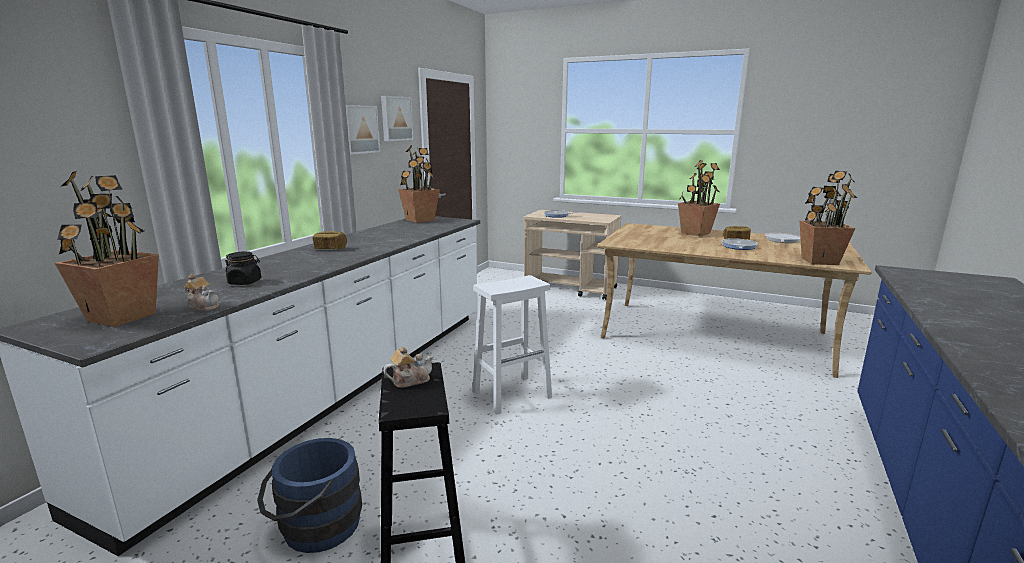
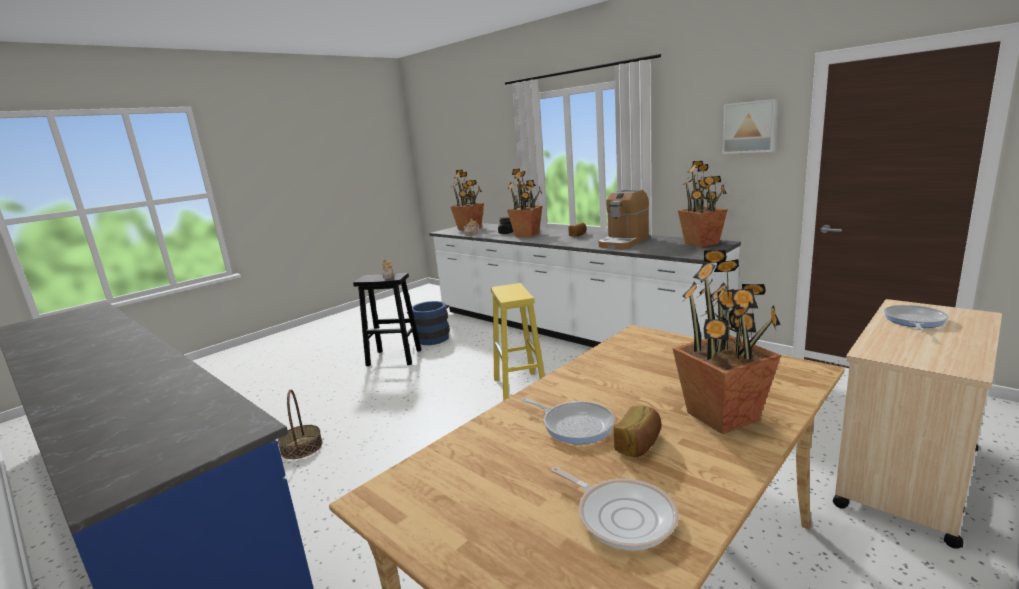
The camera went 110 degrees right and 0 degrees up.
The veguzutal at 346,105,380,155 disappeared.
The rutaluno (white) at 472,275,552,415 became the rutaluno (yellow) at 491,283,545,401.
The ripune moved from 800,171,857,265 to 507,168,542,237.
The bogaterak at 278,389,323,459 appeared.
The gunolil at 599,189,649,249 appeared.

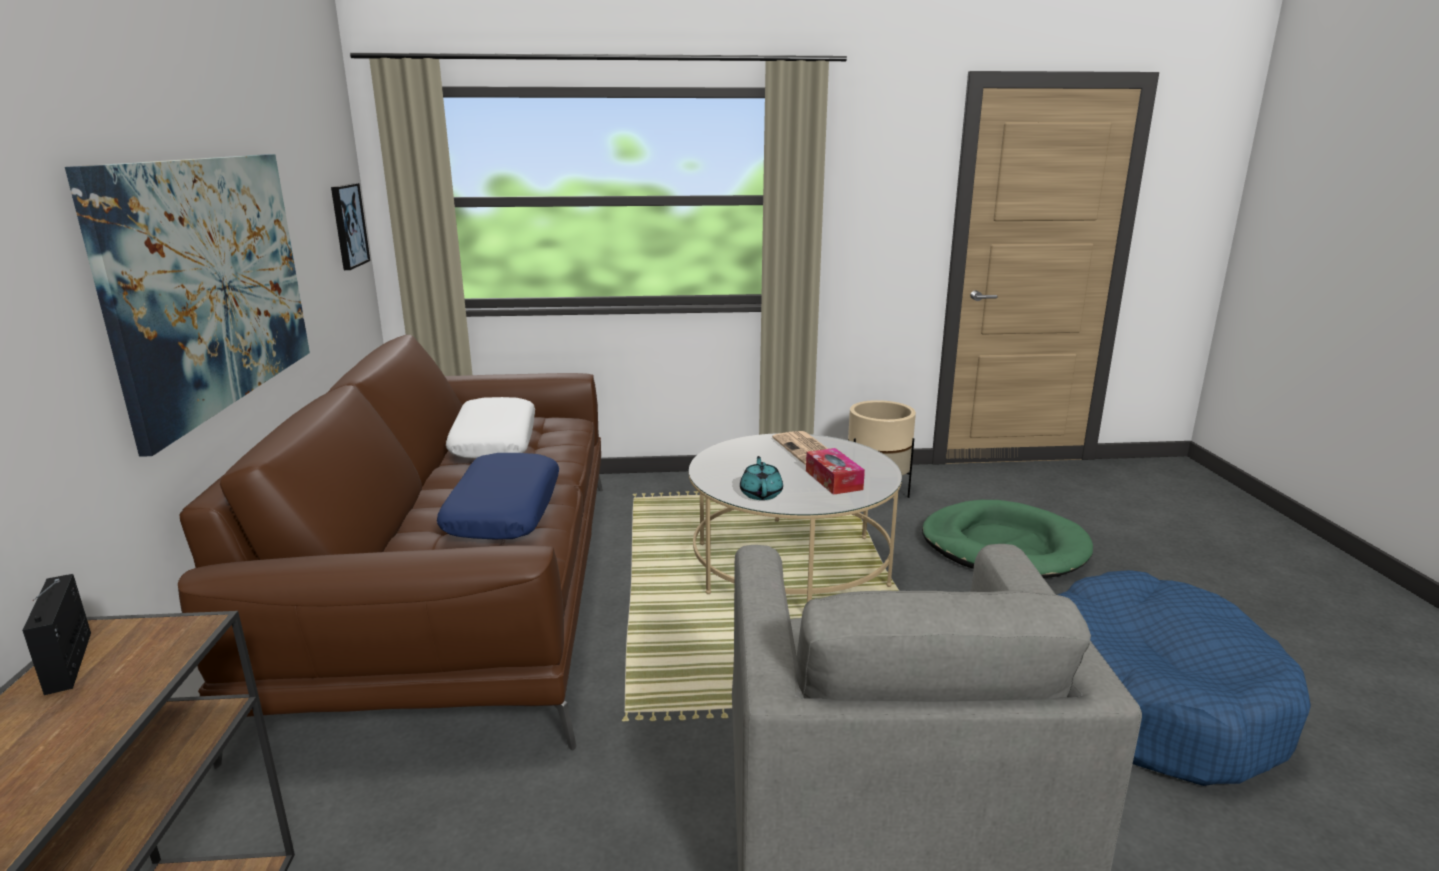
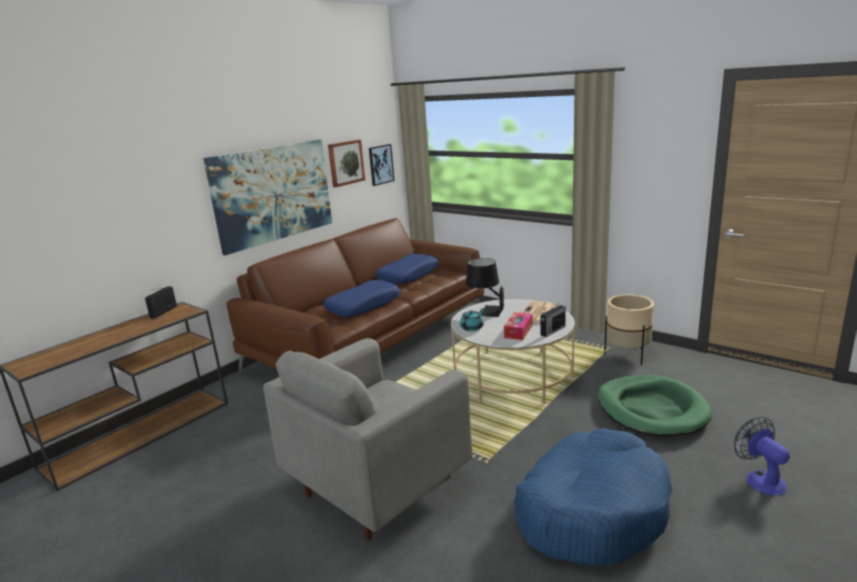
The camera went 45 degrees right and 0 degrees up.
The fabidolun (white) at 446,397,535,458 became the fabidolun (blue) at 376,254,439,284.
The veguzutal at 328,139,365,187 appeared.
The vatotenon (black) at 466,258,504,317 appeared.
The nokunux at 541,301,566,337 appeared.
The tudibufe at 734,417,790,496 appeared.

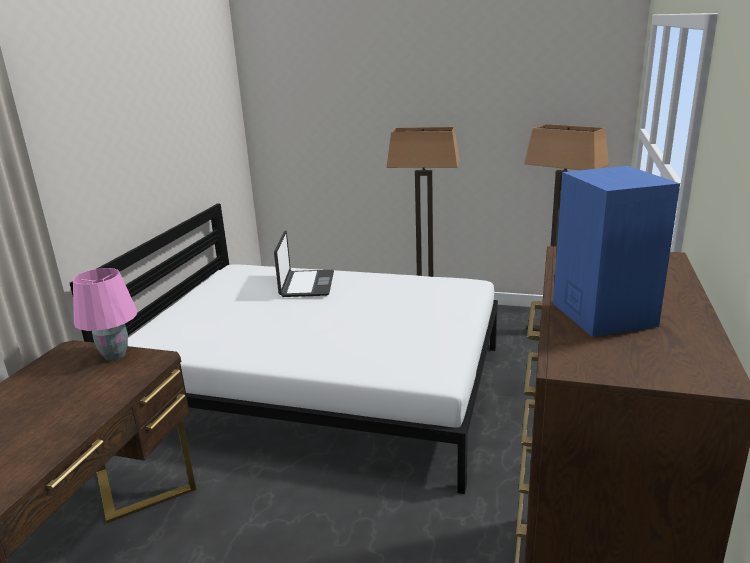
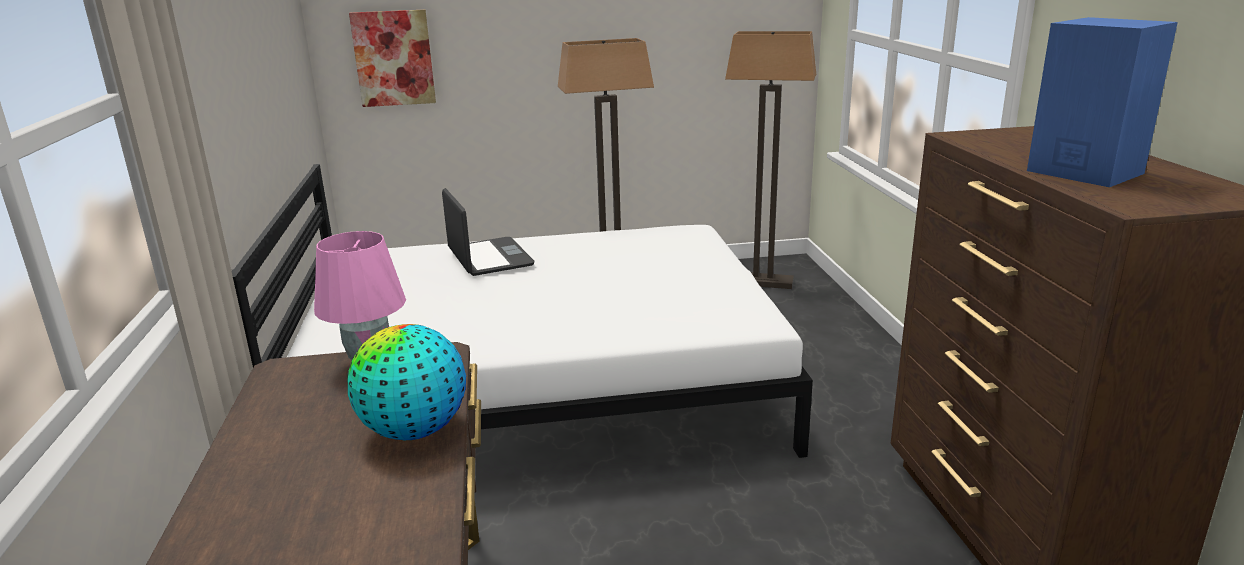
The camera went 25 degrees left and 0 degrees up.
The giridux at 348,324,466,440 appeared.
The veguzutal at 349,10,436,107 appeared.

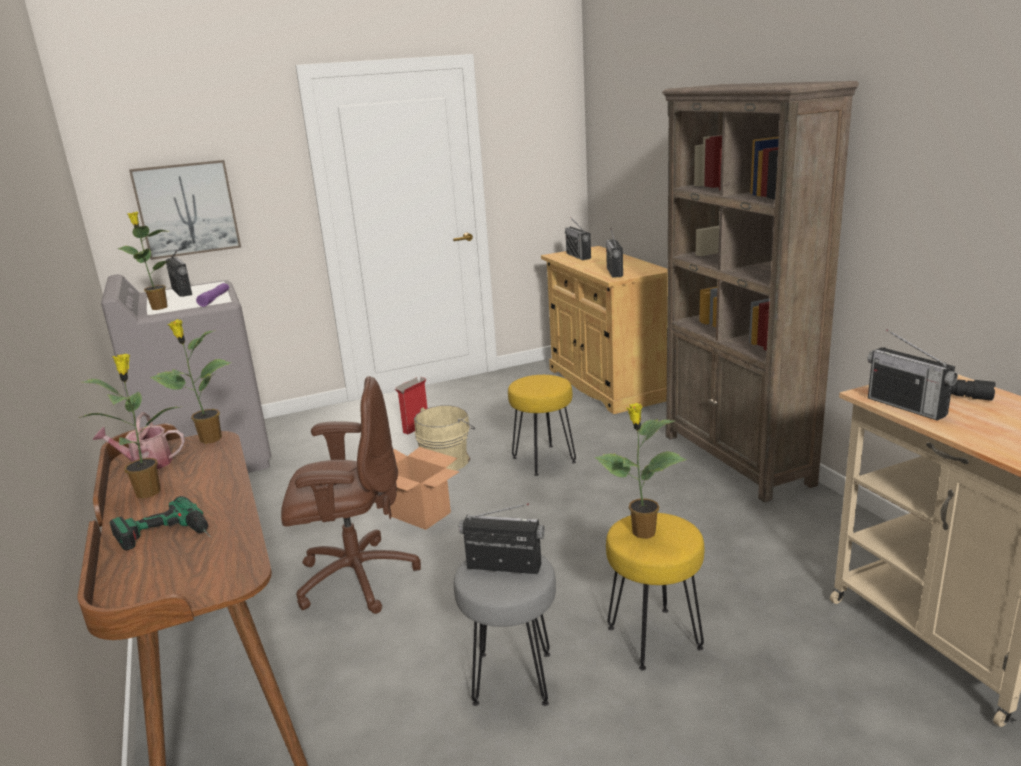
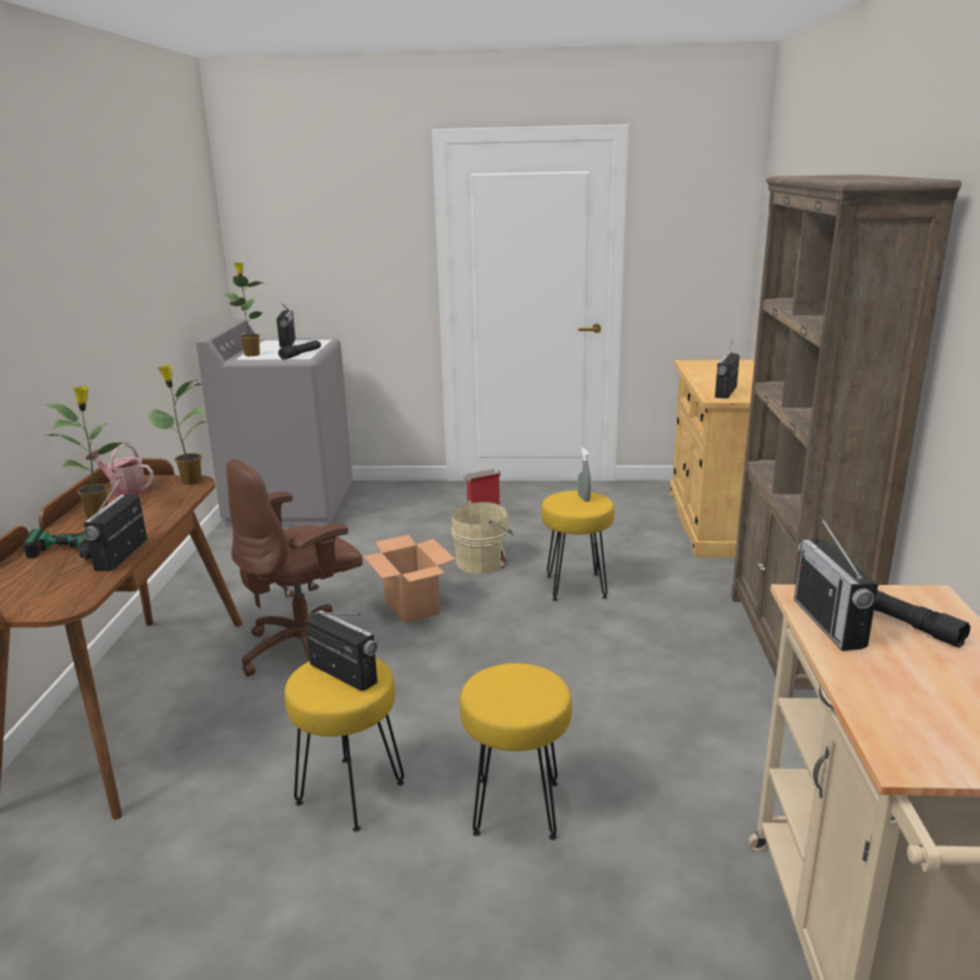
The camera went 25 degrees right and 0 degrees up.
The veguzutal at 129,160,241,260 disappeared.
The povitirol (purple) at 196,283,229,307 became the povitirol (black) at 278,340,321,360.
The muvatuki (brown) at 281,376,421,614 turned 120 degrees clockwise.
The rutaluno (grey) at 454,555,556,706 became the rutaluno (yellow) at 284,657,404,832.
The nokunux moved from 565,217,591,260 to 83,477,147,571.
The ripune at 595,403,686,539 disappeared.
The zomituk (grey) at 578,448,591,502 appeared.

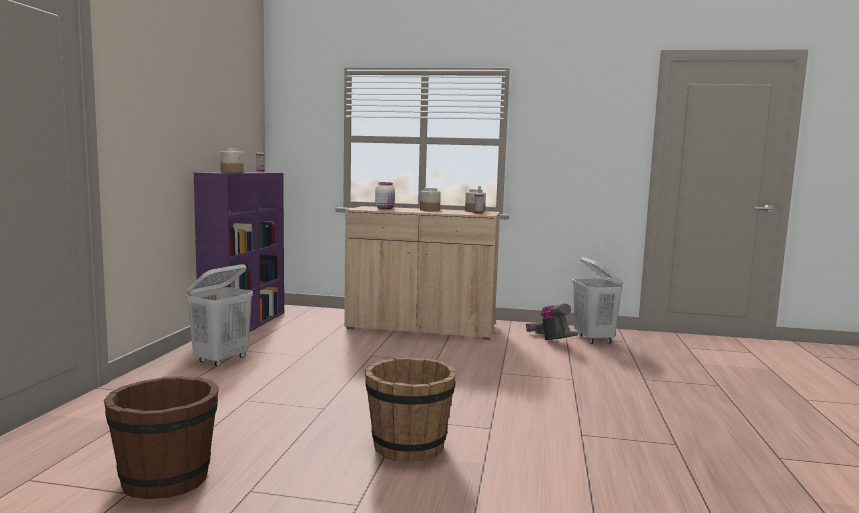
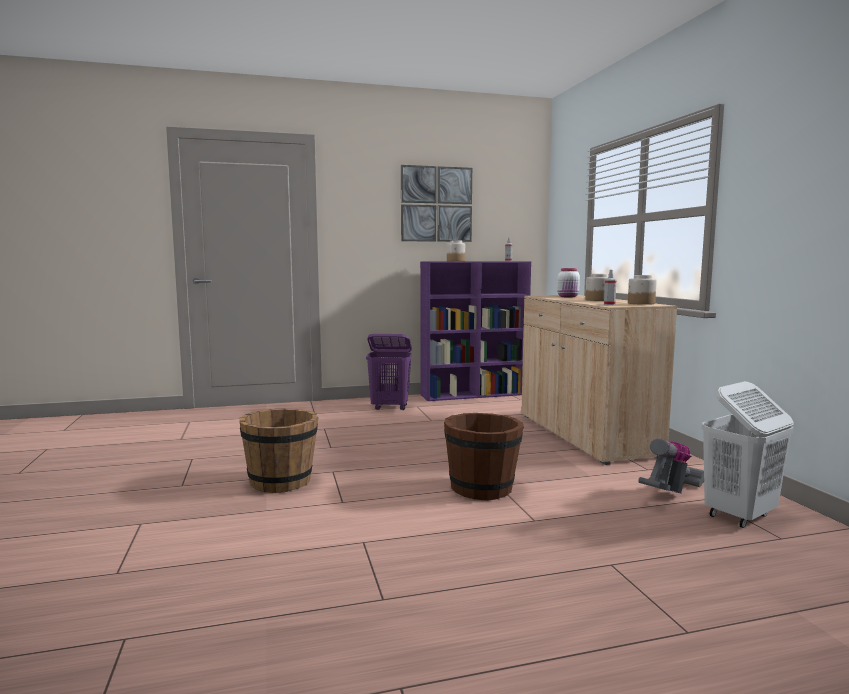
The camera went 65 degrees right and 0 degrees up.
The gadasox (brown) moved from 104,376,219,499 to 444,413,524,501.
The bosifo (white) at 186,264,253,367 became the bosifo (purple) at 366,334,412,410.
The veguzutal at 401,165,472,242 appeared.

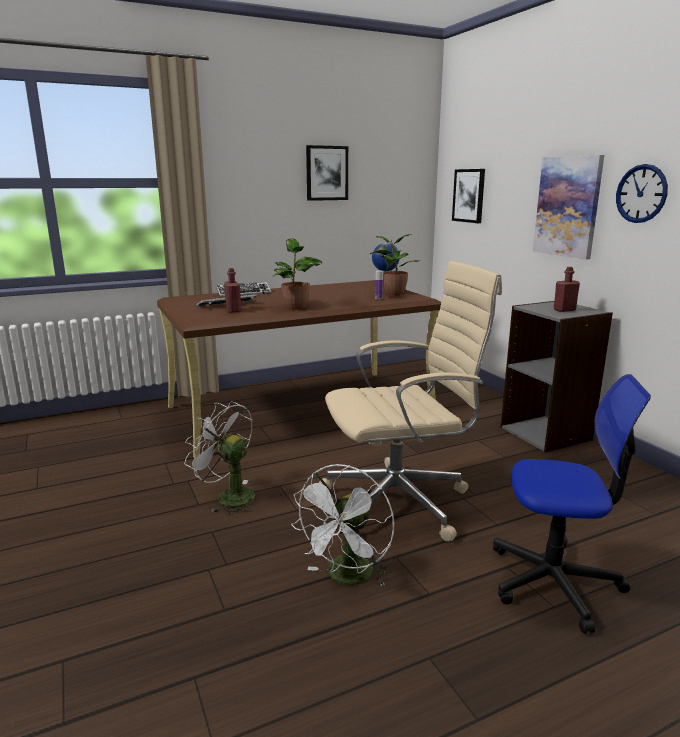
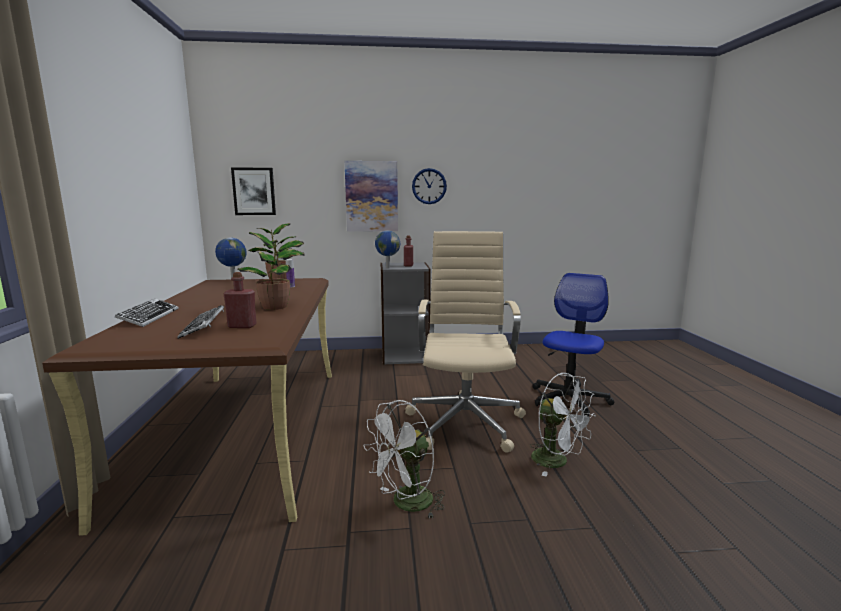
The camera went 70 degrees left and 5 degrees down.
The veguzutal at 306,145,348,201 disappeared.
The giridux at 375,230,400,268 appeared.

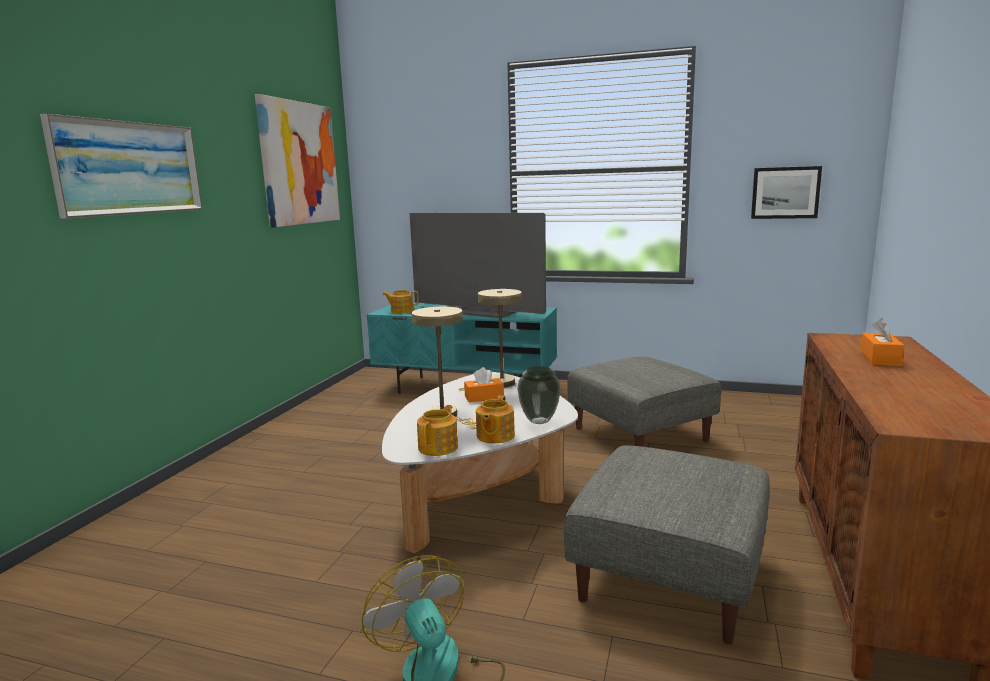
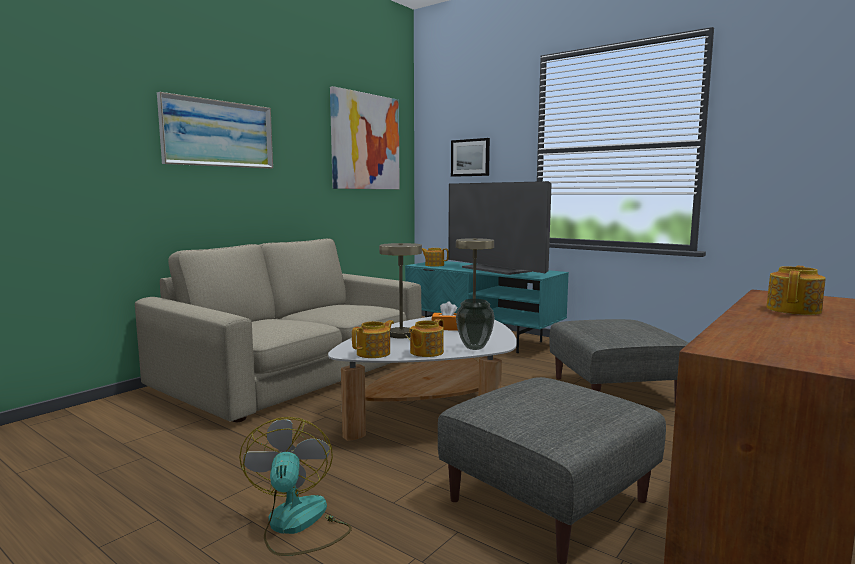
The camera went 20 degrees right and 5 degrees down.
The veguzutal moved from 751,166,822,219 to 451,138,490,177.
The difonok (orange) at 860,318,905,366 was replaced by the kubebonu at 766,266,826,315.
The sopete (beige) at 135,238,421,422 appeared.

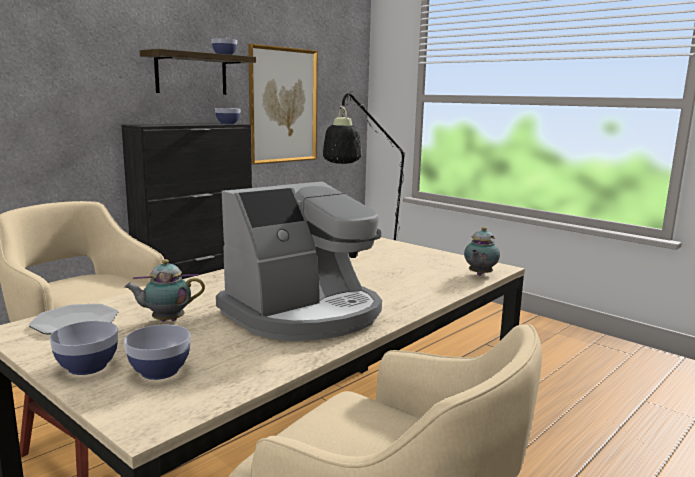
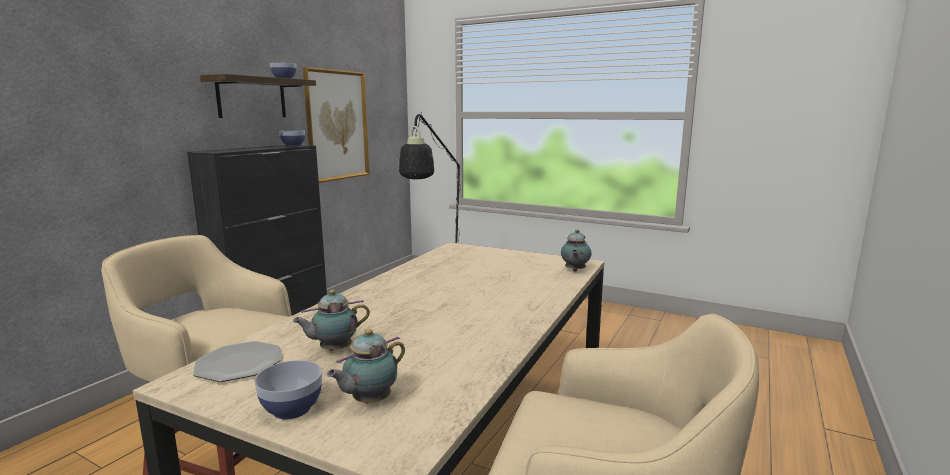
The camera went 15 degrees left and 0 degrees up.
The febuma at 124,325,191,380 was replaced by the kubebonu at 327,329,405,403.
The gunolil at 216,181,382,341 disappeared.

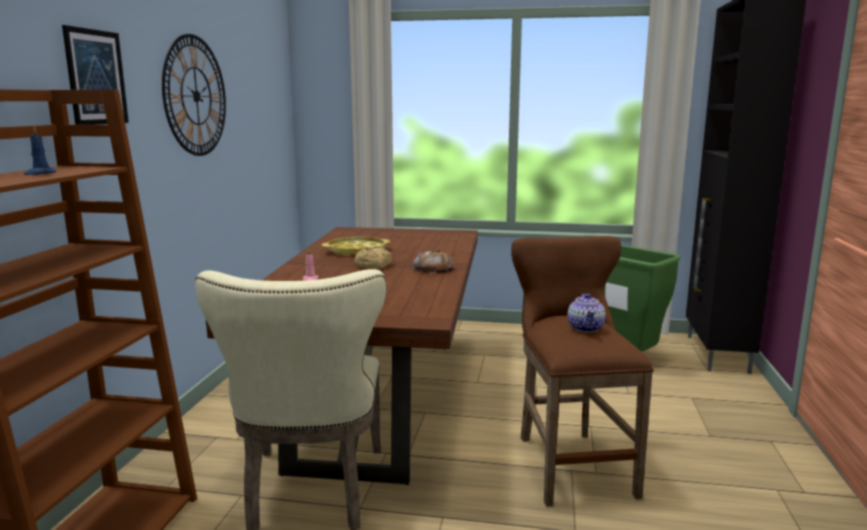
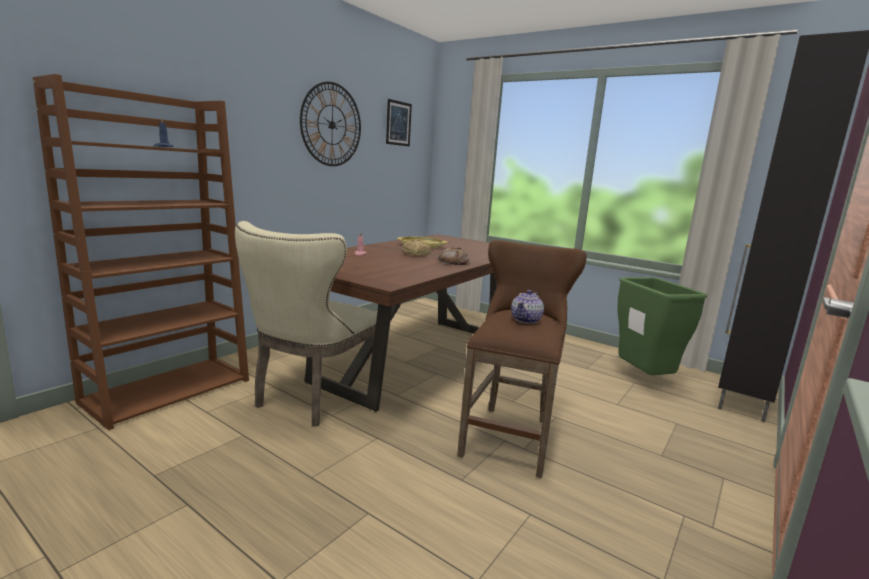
The camera went 25 degrees right and 0 degrees up.
The veguzutal moved from 62,25,129,125 to 386,99,412,146.

